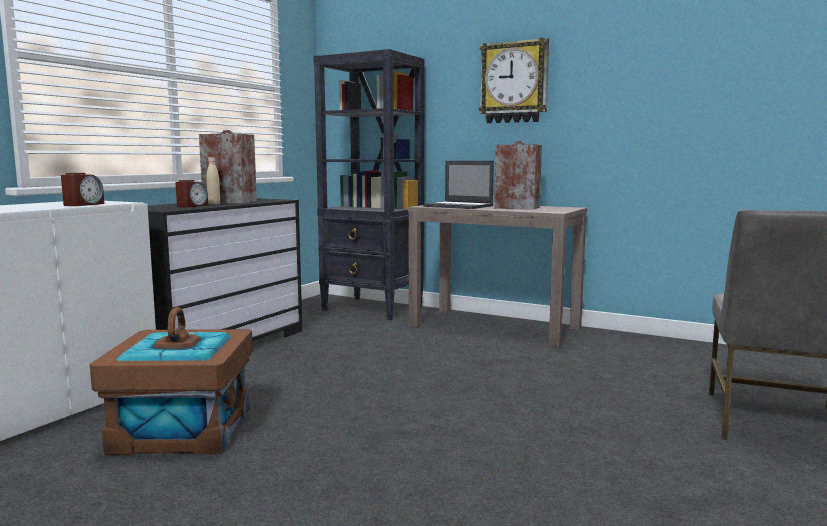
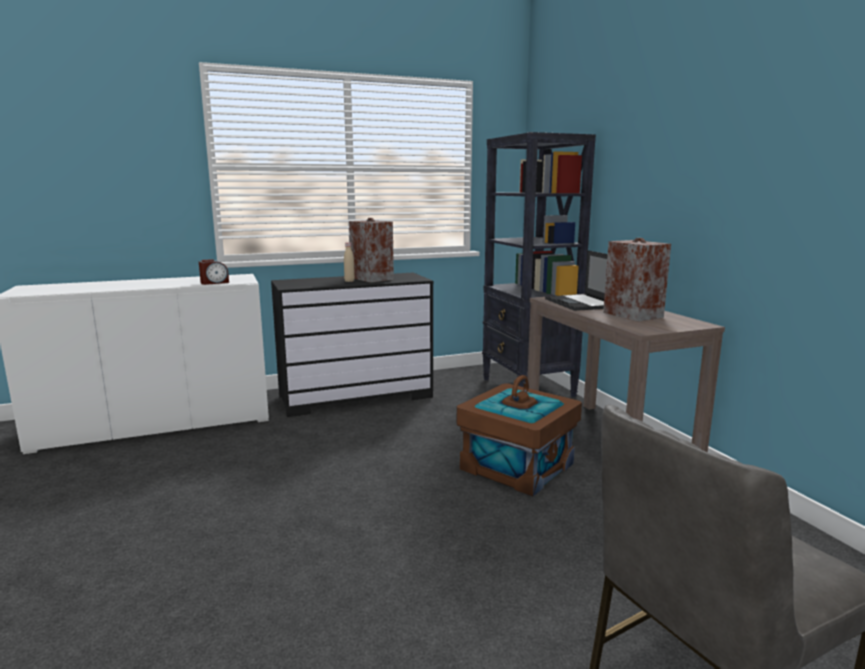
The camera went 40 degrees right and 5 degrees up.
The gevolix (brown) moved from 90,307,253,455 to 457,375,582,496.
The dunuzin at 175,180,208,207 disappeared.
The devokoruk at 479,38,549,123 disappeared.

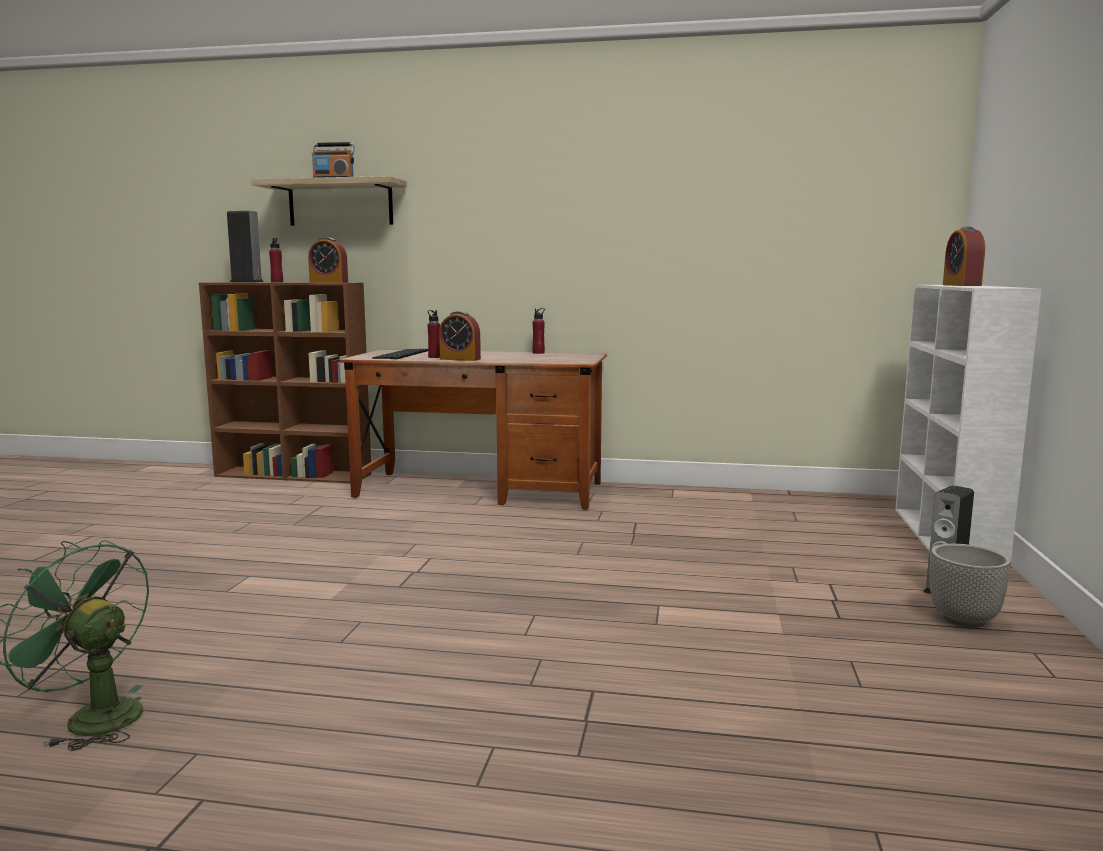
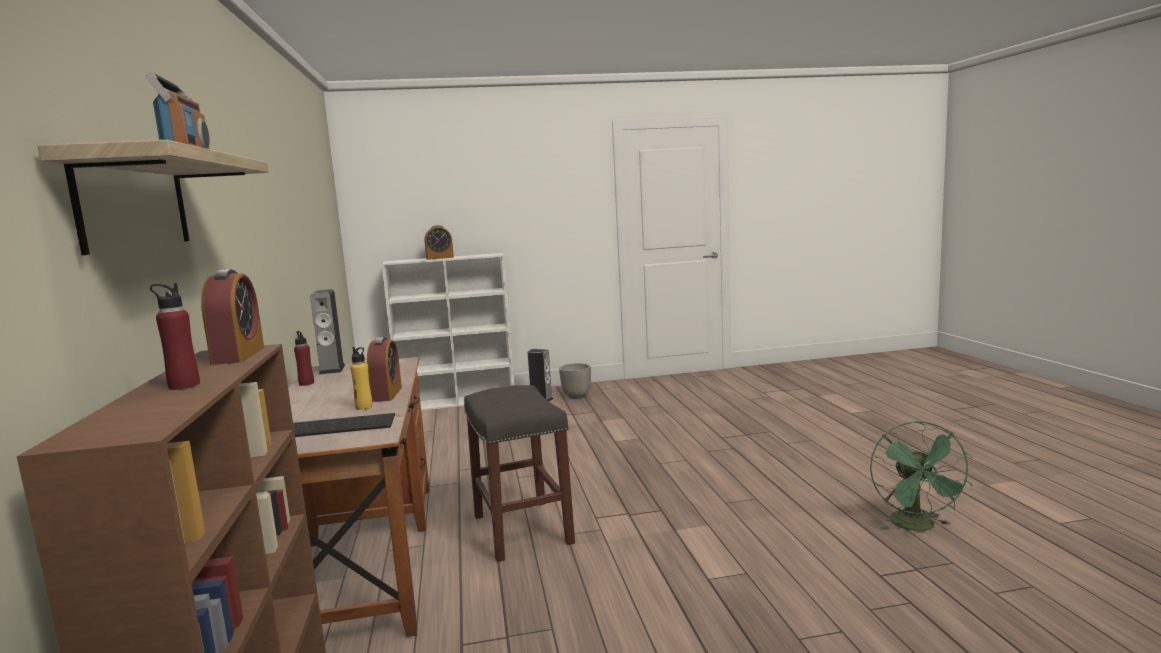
The camera went 110 degrees left and 0 degrees up.
The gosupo moved from 227,211,264,282 to 310,289,345,375.
The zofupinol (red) at 427,310,440,358 became the zofupinol (yellow) at 350,347,373,410.
The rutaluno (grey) at 464,385,575,562 appeared.

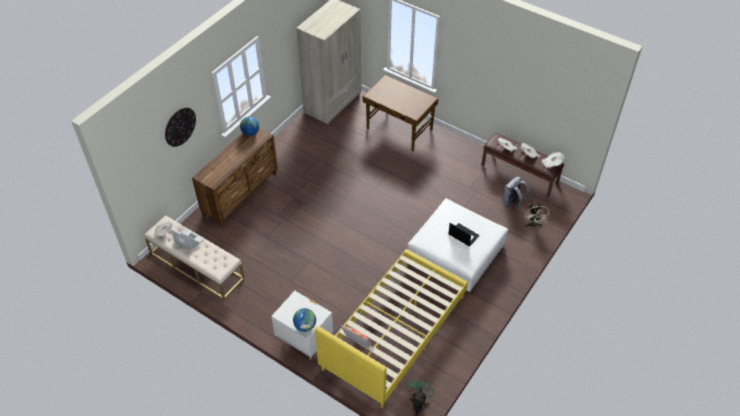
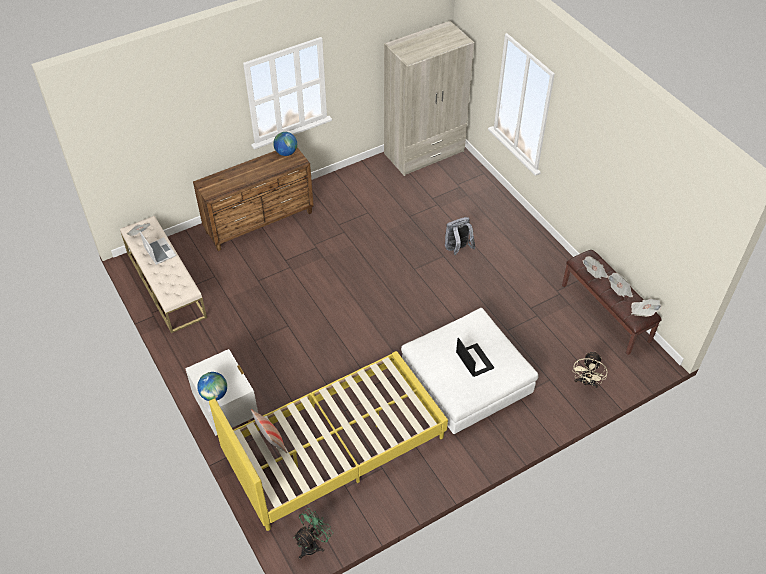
The camera went 25 degrees right and 0 degrees up.
The devokoruk at 165,107,196,147 disappeared.
The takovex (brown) at 363,75,438,151 disappeared.
The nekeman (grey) moved from 503,177,529,209 to 445,217,475,255.

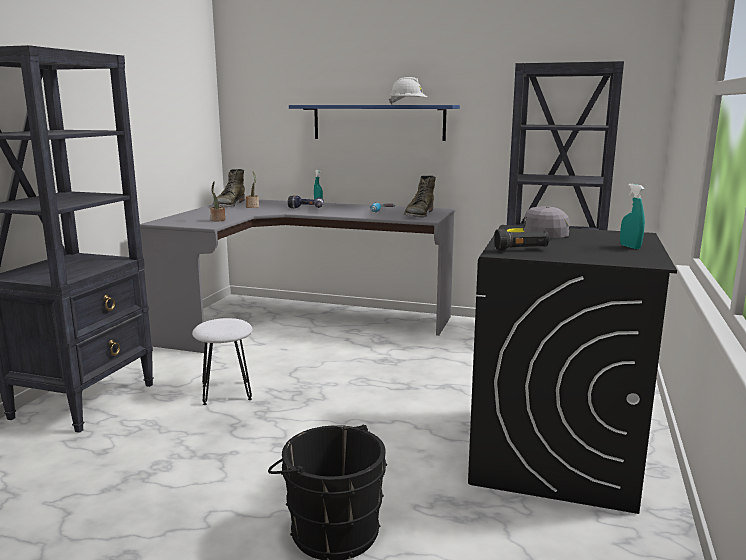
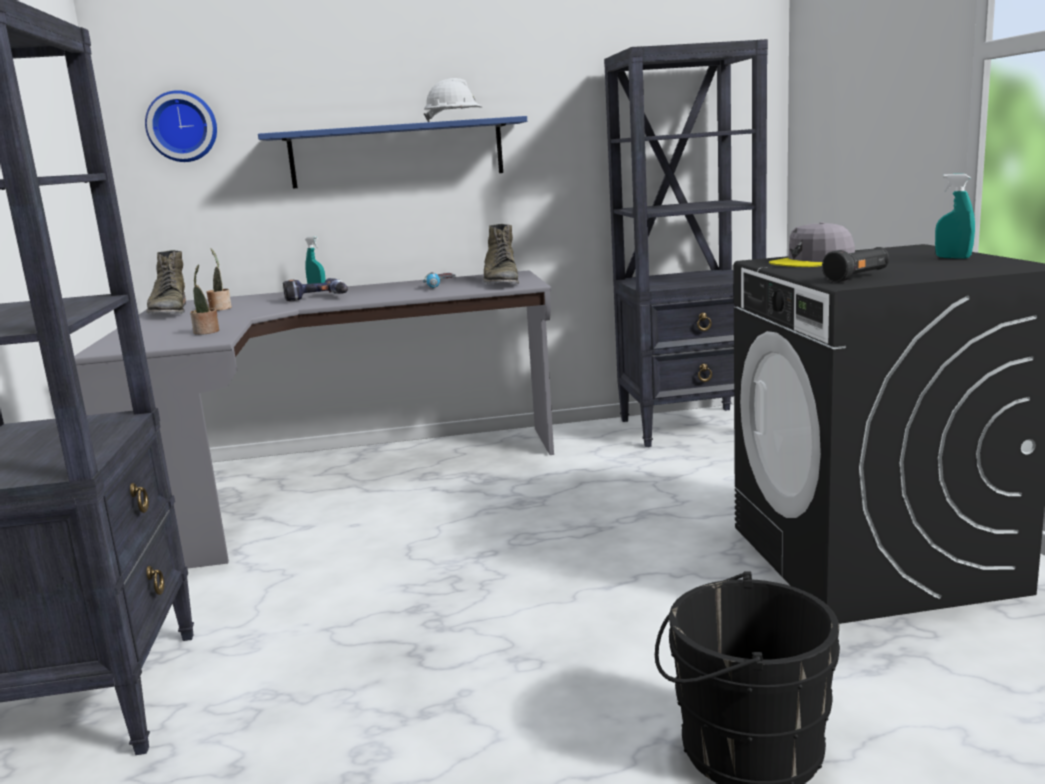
The camera went 25 degrees left and 0 degrees up.
The rutaluno (white) at 192,318,253,405 disappeared.
The devokoruk at 145,90,217,162 appeared.

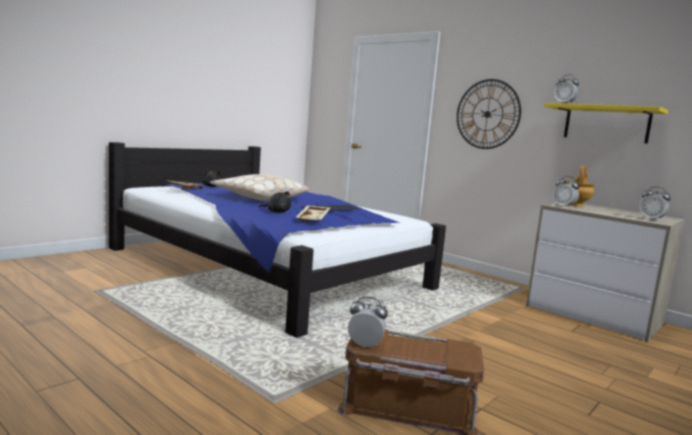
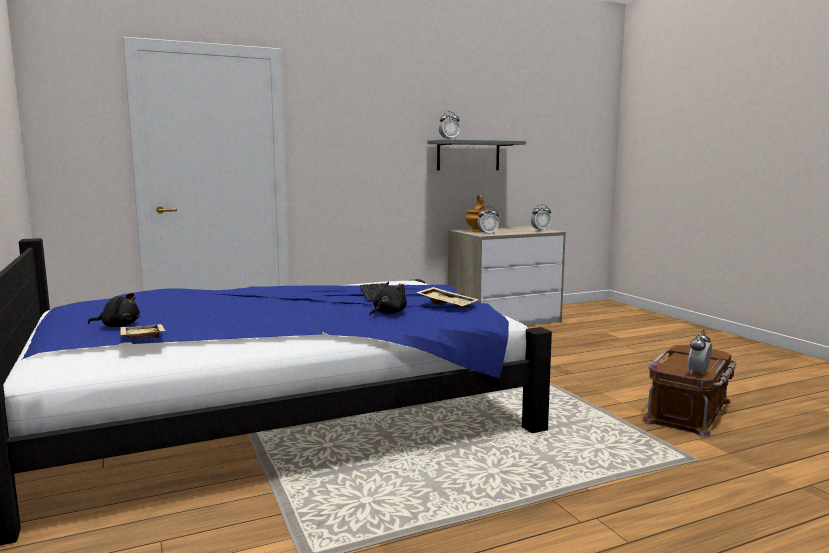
The camera went 65 degrees left and 0 degrees up.
The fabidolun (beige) at 210,174,309,201 disappeared.
The devokoruk at 457,79,521,149 disappeared.
The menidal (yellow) at 544,103,668,144 became the menidal (grey) at 427,139,526,171.

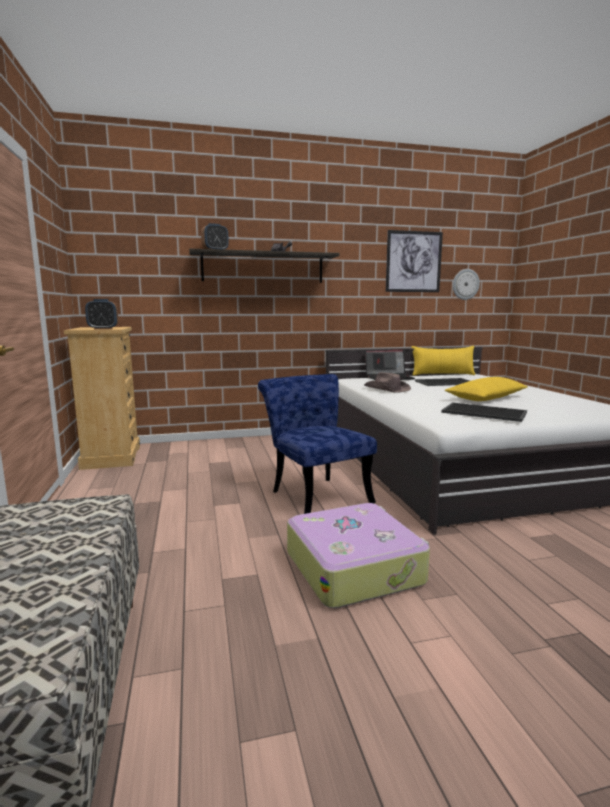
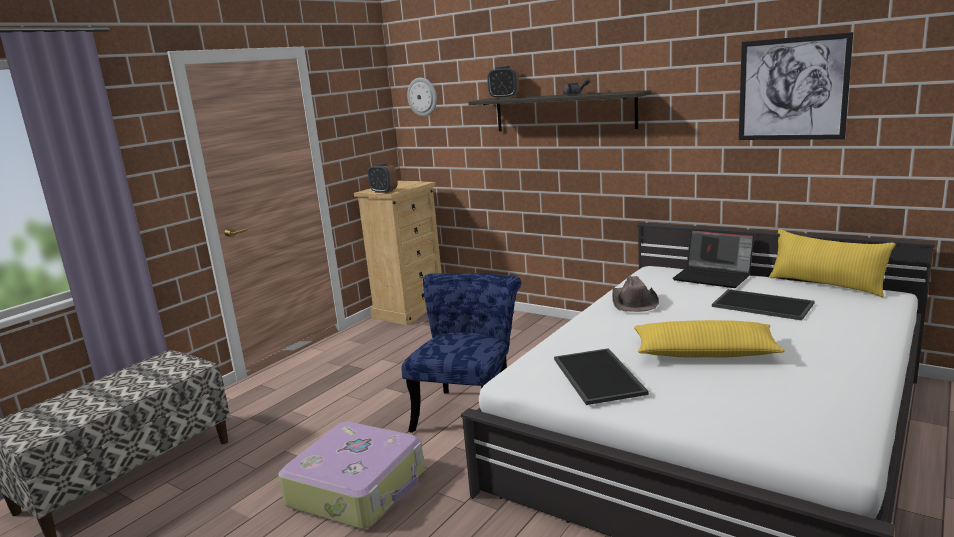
The camera went 50 degrees right and 5 degrees up.
The devokoruk moved from 453,269,480,300 to 407,78,437,117.

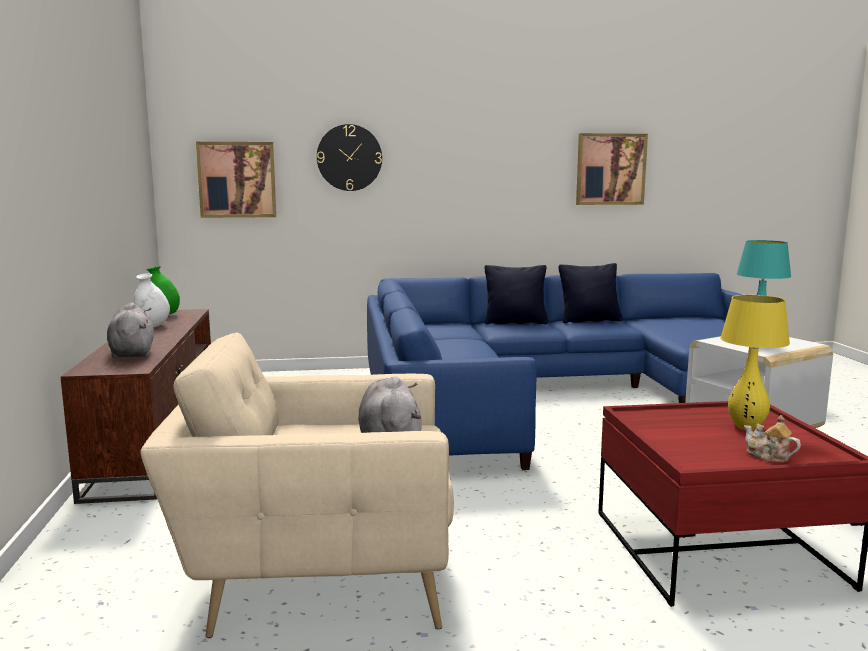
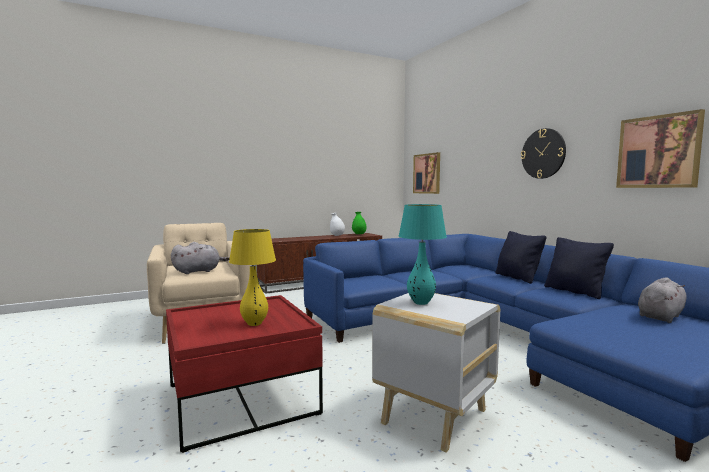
The camera went 70 degrees right and 5 degrees down.
The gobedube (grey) moved from 107,302,154,358 to 638,277,686,323.
The devokoruk moved from 317,124,382,191 to 521,128,566,179.
The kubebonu at 744,415,801,462 disappeared.

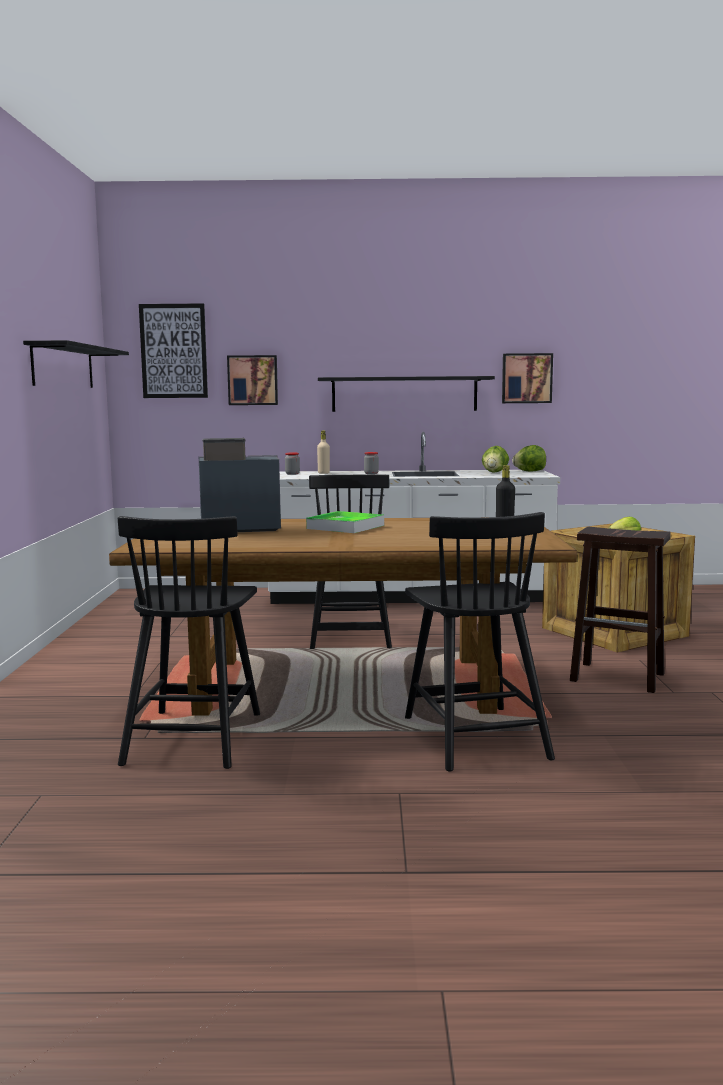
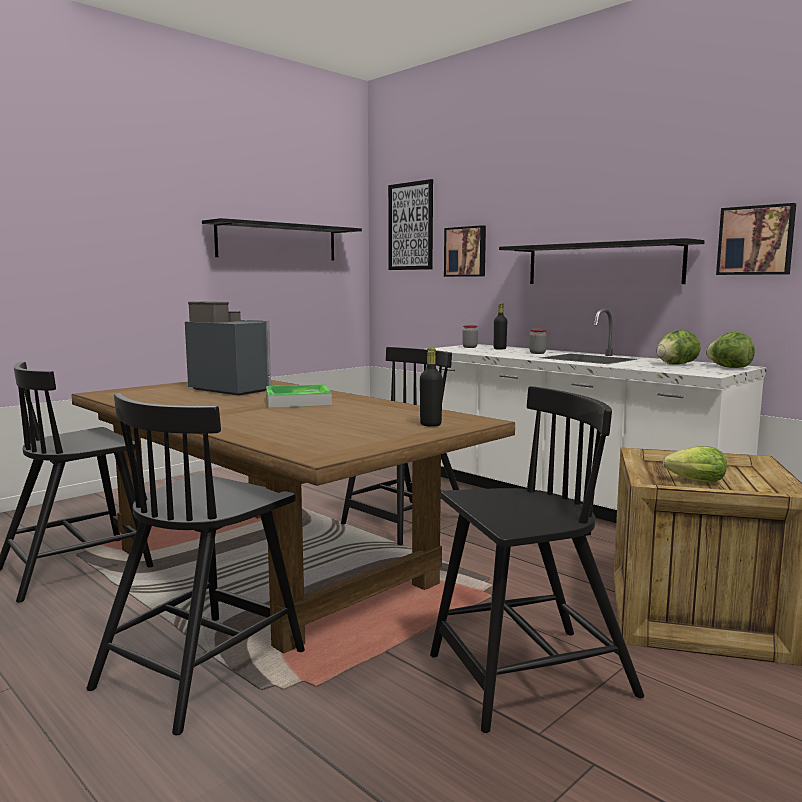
The camera went 45 degrees right and 0 degrees up.
The zofupinol (beige) at 317,430,330,474 became the zofupinol (black) at 494,303,507,350.
The rutaluno (brown) at 570,527,671,693 was replaced by the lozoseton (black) at 430,386,644,733.

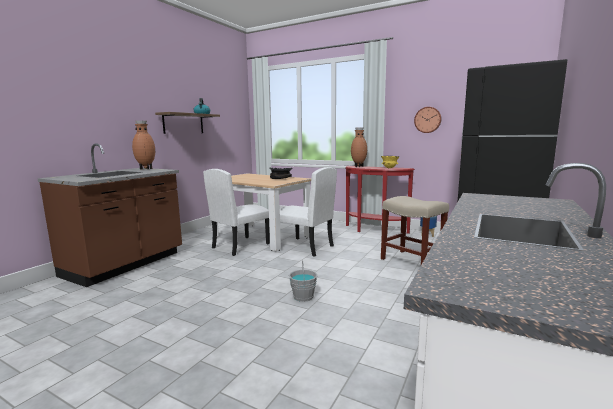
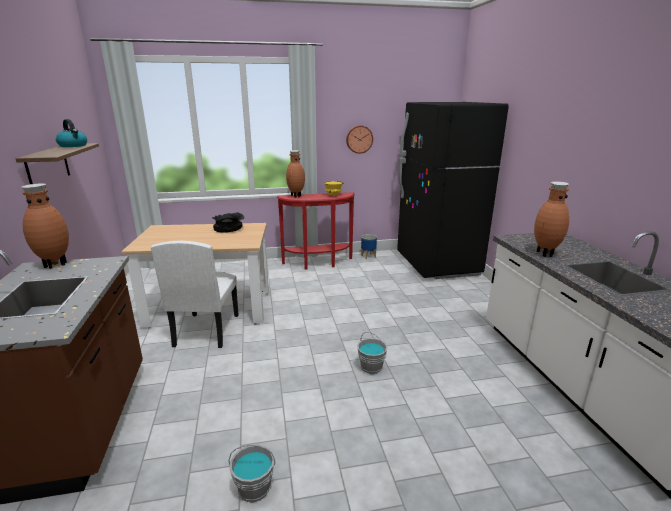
The camera went 40 degrees left and 10 degrees up.
The lozoseton (white) at 280,167,337,257 disappeared.
The rutaluno (beige) at 381,196,449,264 disappeared.
The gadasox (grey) at 229,445,275,503 appeared.
The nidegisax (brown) at 534,181,569,257 appeared.

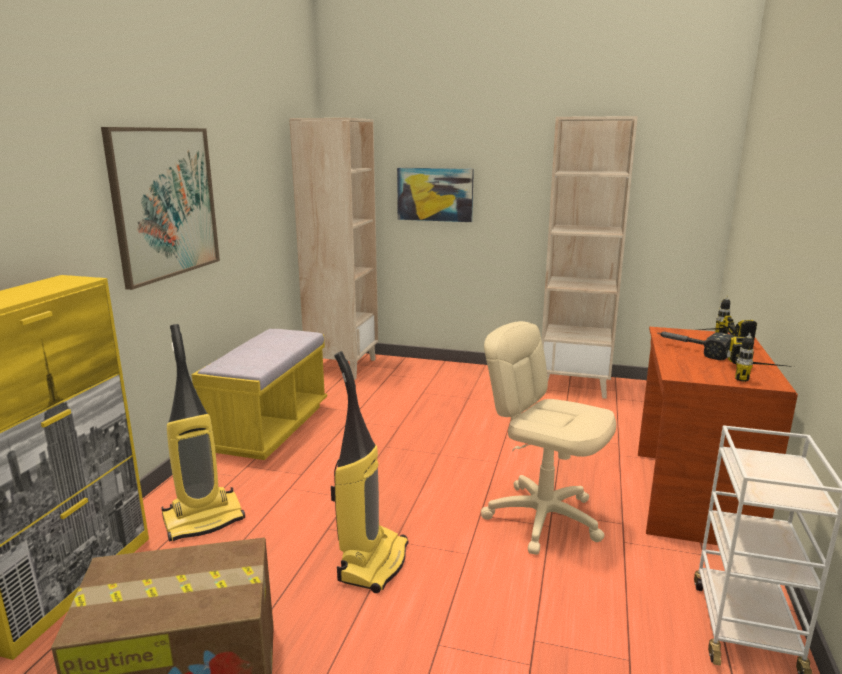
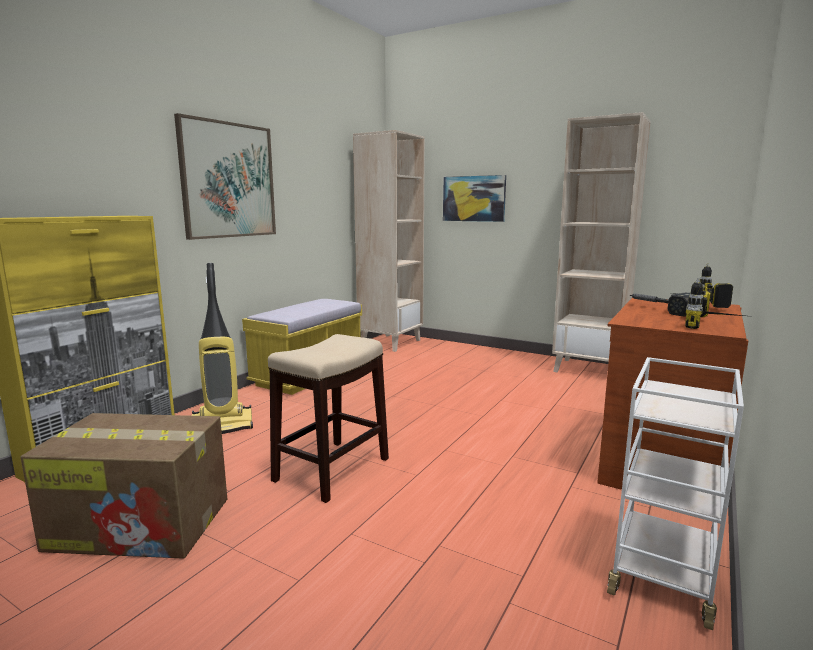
The camera went 15 degrees right and 5 degrees down.
The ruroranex at 331,351,409,593 was replaced by the rutaluno at 268,334,389,503.
The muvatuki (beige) at 481,321,616,555 disappeared.

